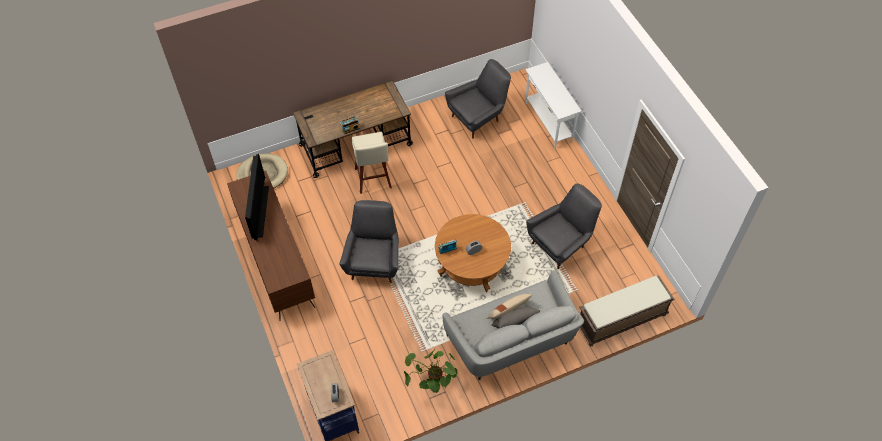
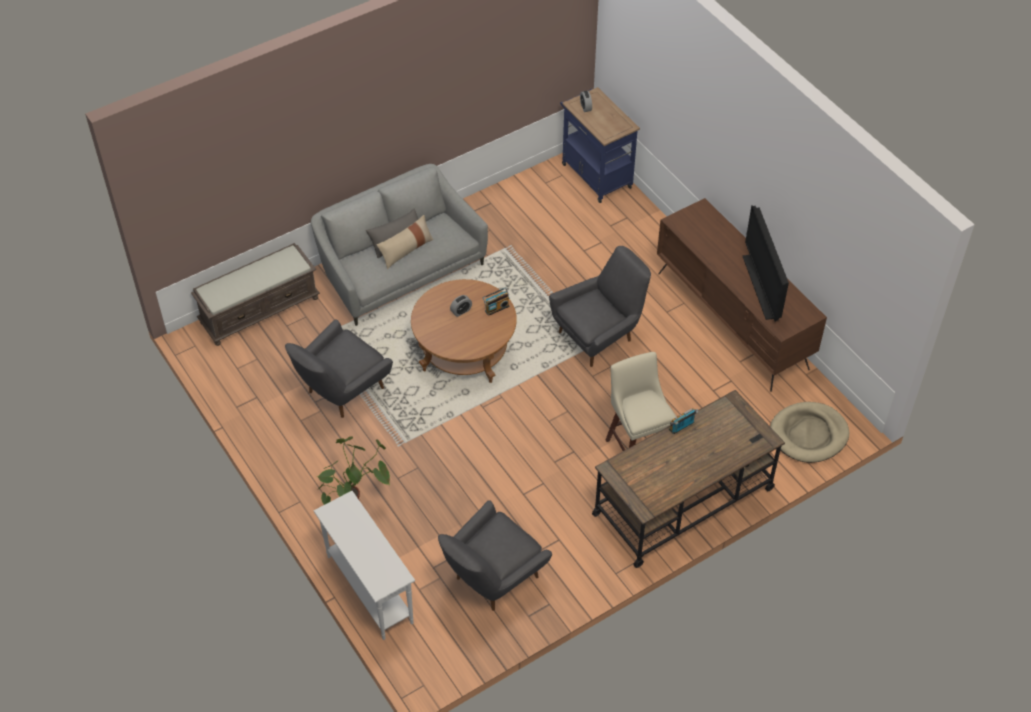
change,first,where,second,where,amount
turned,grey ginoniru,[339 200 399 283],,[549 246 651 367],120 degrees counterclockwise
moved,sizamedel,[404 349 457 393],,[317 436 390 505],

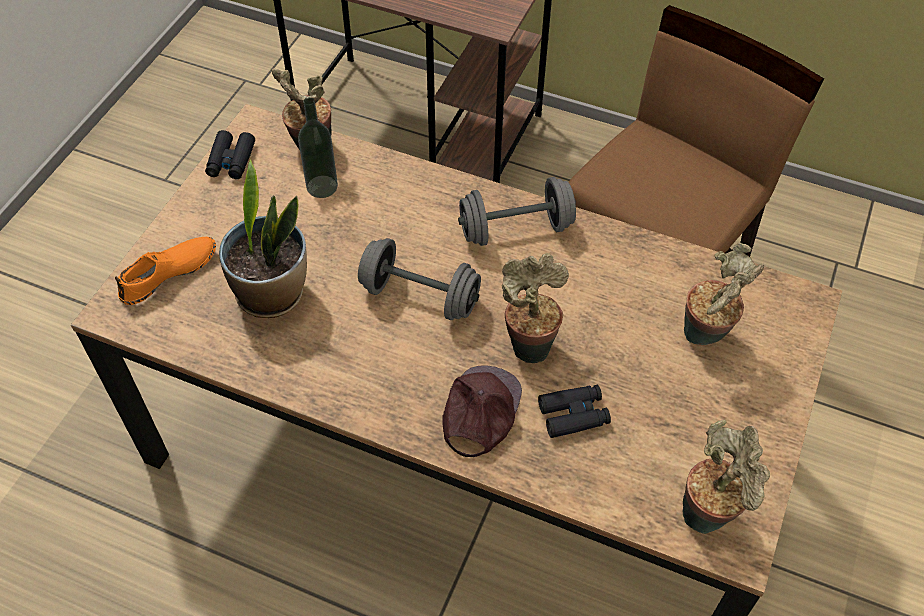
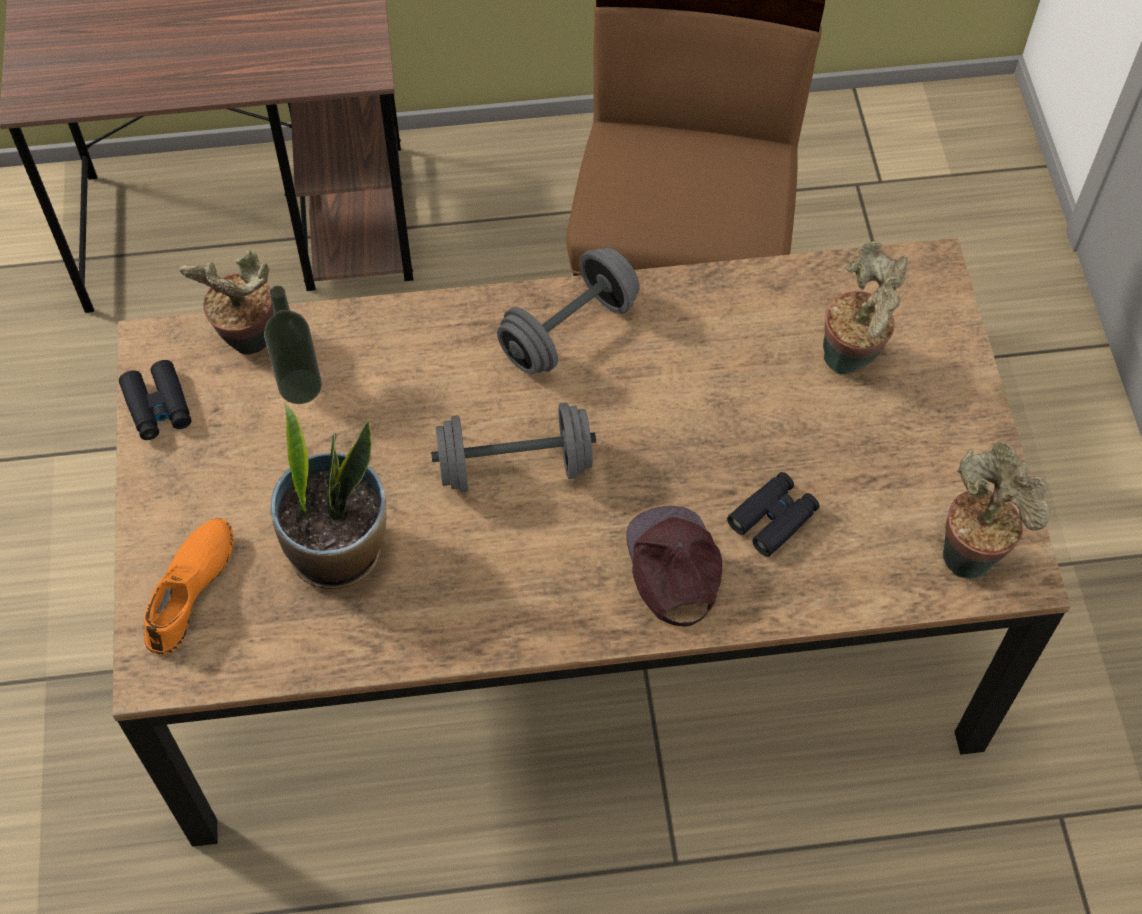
change,first,where,second,where,amount
removed,sizamedel,[502 253 569 363],,,

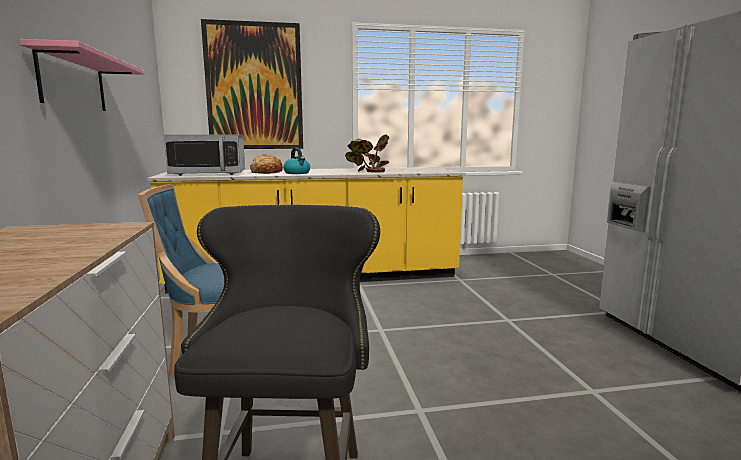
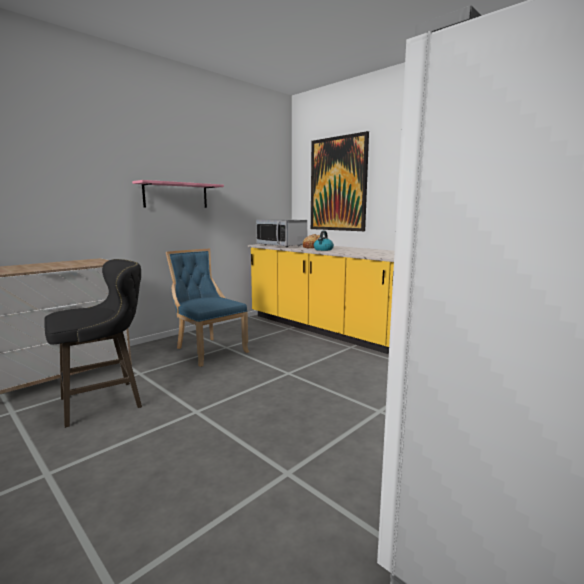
change,first,where,second,where,amount
removed,sizamedel,[345 135 389 173],,,

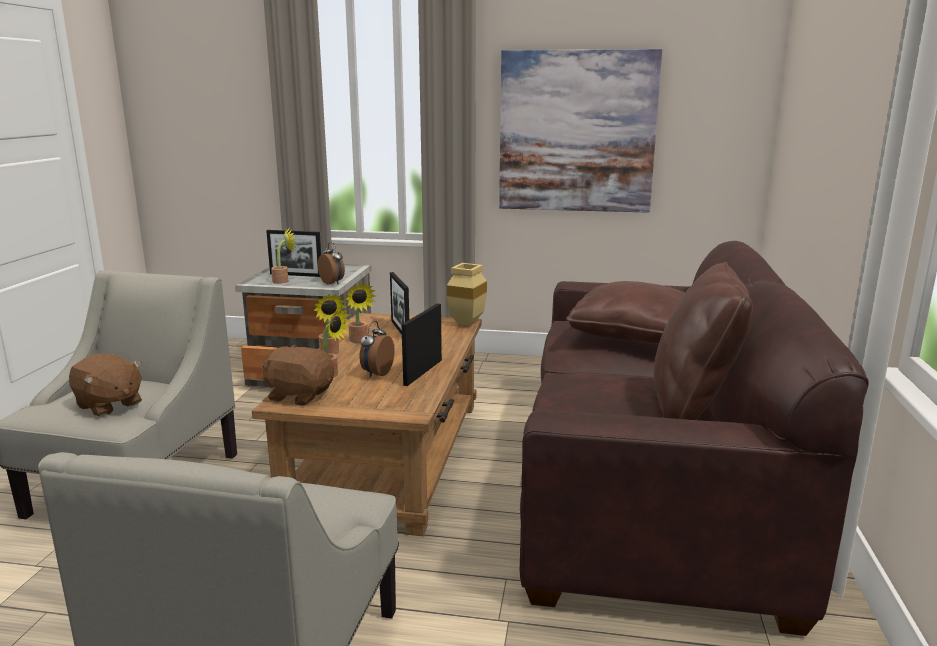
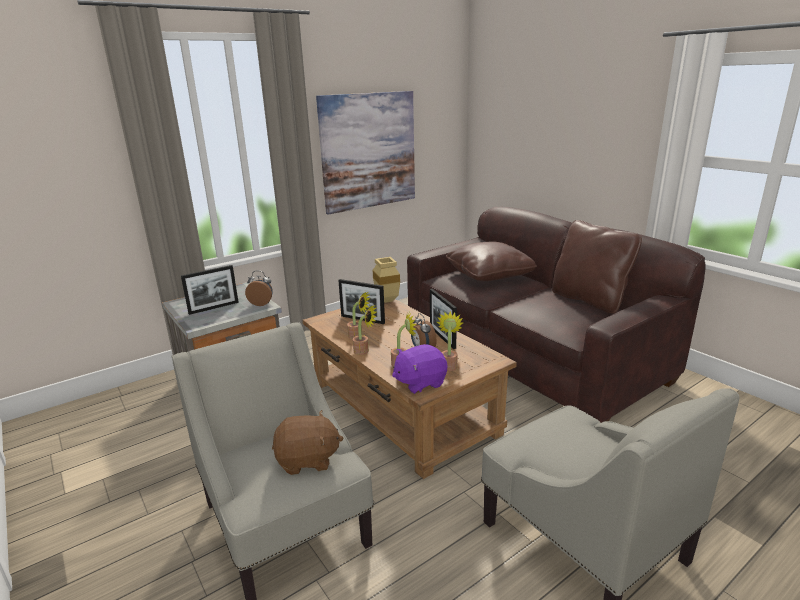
change,first,where,second,where,amount
recoloured,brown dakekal,[262 345 334 406],purple dakekal,[392 344 447 394],
moved,sizamedel,[271 229 296 284],,[437 311 463 371],

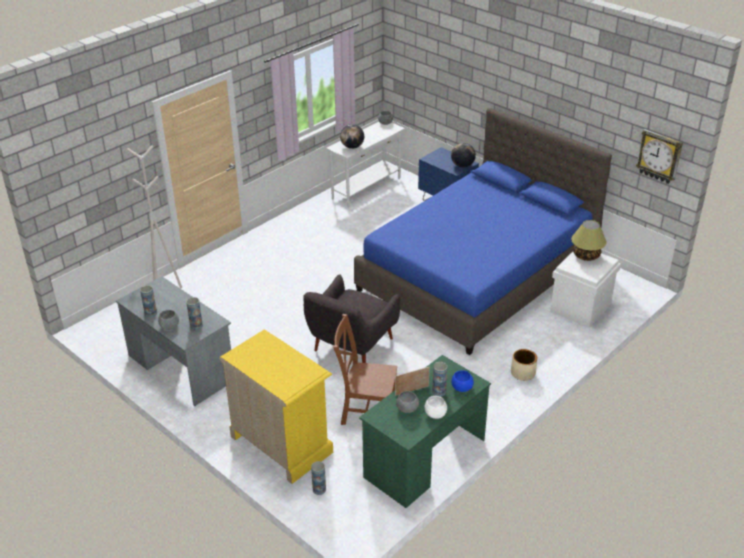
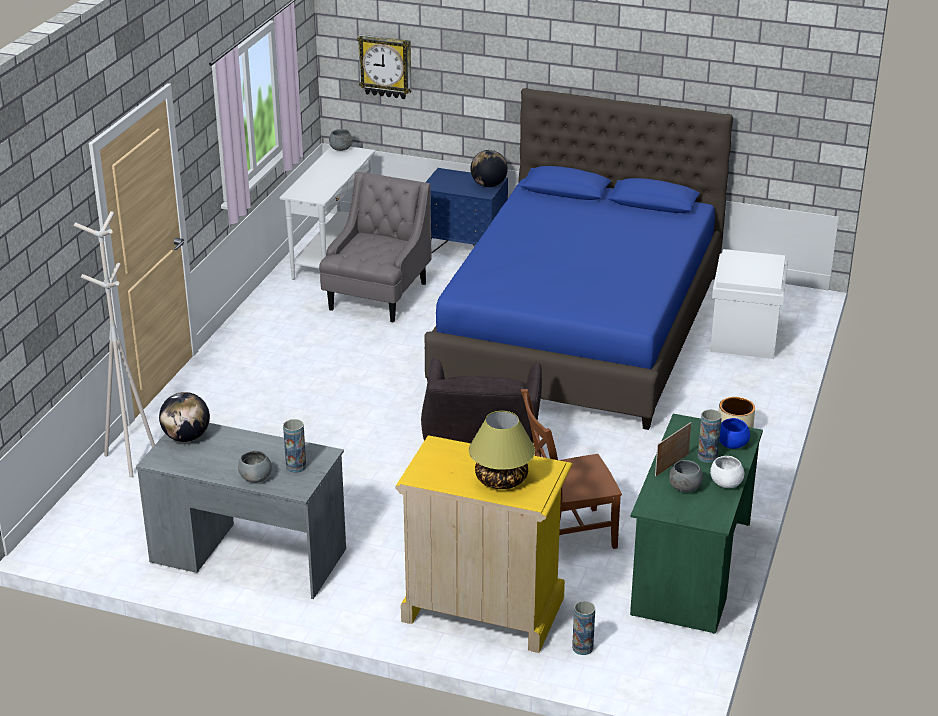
change,first,where,second,where,amount
removed,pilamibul,[140 285 157 318],,,
moved,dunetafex,[340 124 364 149],,[159 392 210 442],
moved,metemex,[571 220 606 261],,[469 411 535 489],
moved,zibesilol,[636 129 683 184],,[357 35 411 99],
added,,,grey ginoniru,[319 172 432 323],

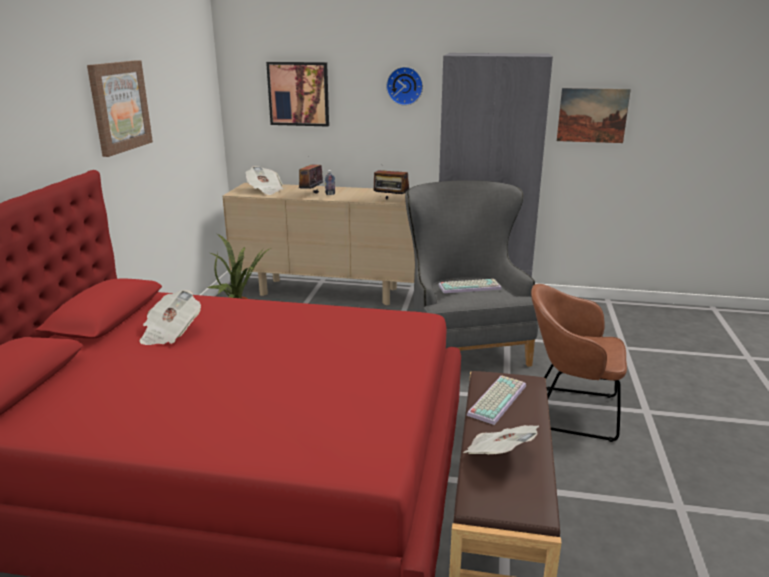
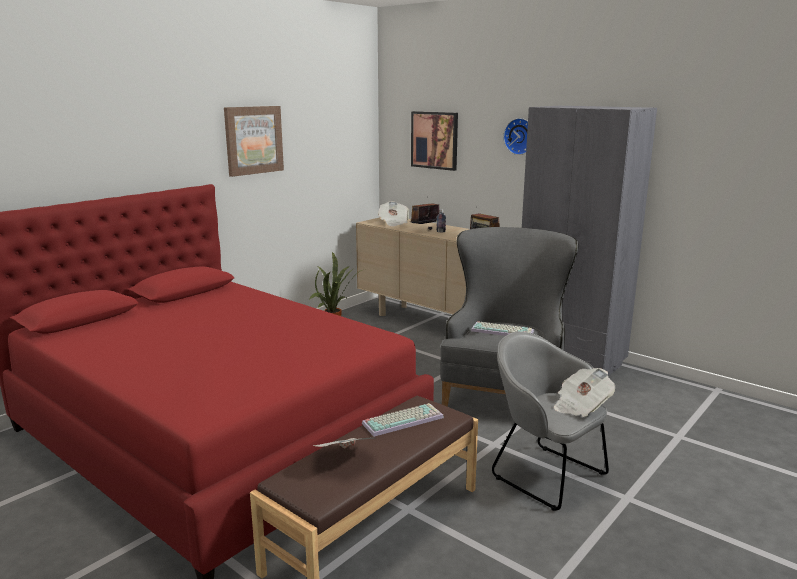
change,first,where,second,where,amount
moved,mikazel,[139 290 201 345],,[554 368 615 417],
recoloured,brown ginoniru,[531 284 627 442],grey ginoniru,[492 331 609 511],
removed,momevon,[557 88 631 143],,,

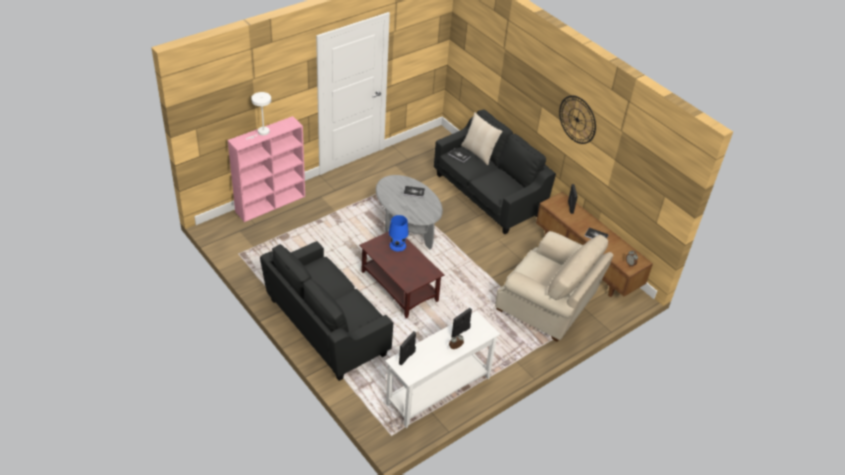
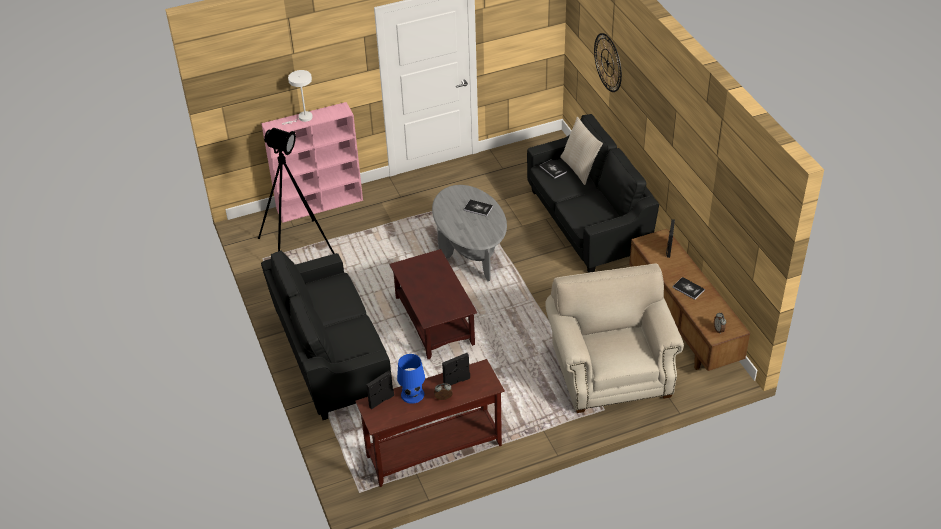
change,first,where,second,where,amount
recoloured,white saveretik,[385 311 500 428],brown saveretik,[355 359 505 487],
moved,blue metemex,[389 215 408 252],,[397 354 425 404],
turned,beige ginoniru,[495 231 613 342],,[545 263 684 413],150 degrees counterclockwise
moved,zibesilol,[559 95 596 144],,[594 33 622 92],
added,,,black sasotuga,[258 128 335 254],

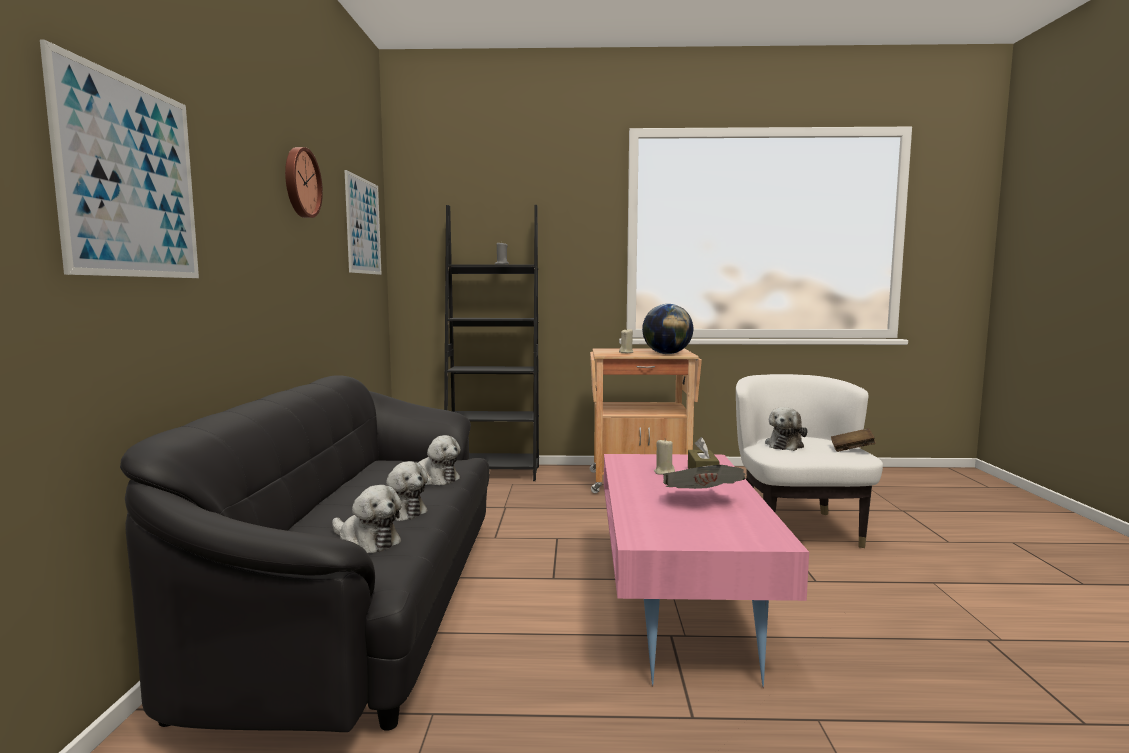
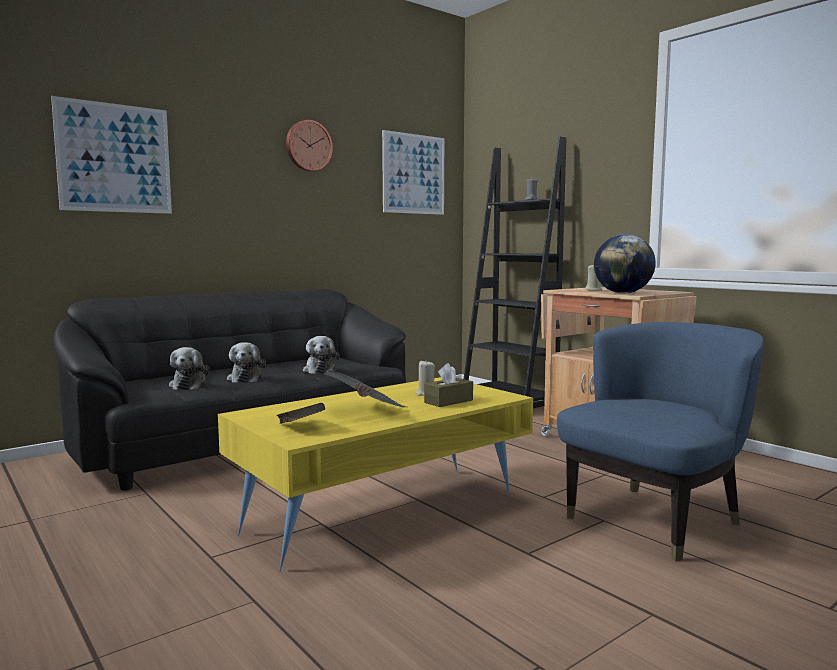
change,first,where,second,where,amount
recoloured,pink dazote,[604 454 809 688],yellow dazote,[218 377 533 571],
recoloured,white ginoniru,[736 374 883 548],blue ginoniru,[557 322 764 561],
removed,dakekal,[765 407 808 451],,,
moved,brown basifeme,[831 428 876 452],,[277 403 325 424],

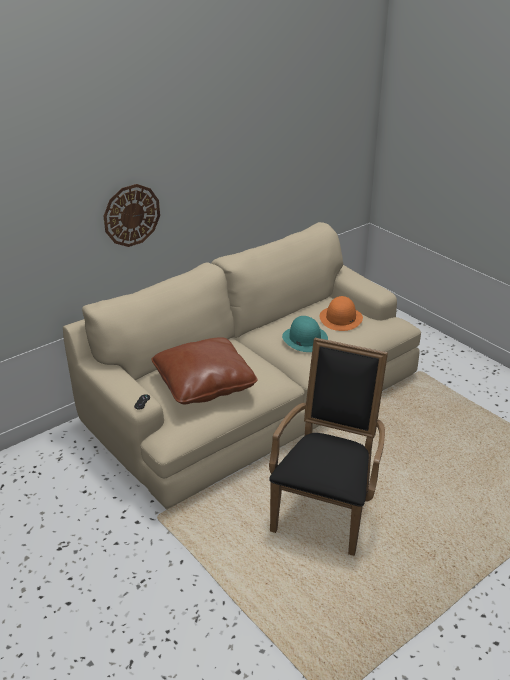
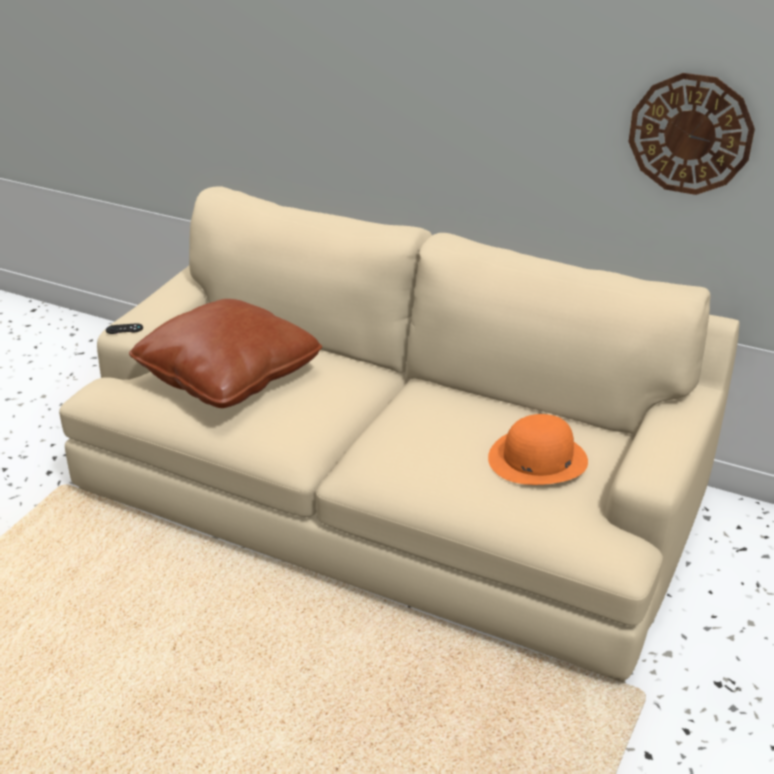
change,first,where,second,where,amount
moved,zibesilol,[103 184 160 247],,[629 73 755 195],
removed,black ginoniru,[269 338 388 556],,,
removed,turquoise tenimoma,[282 316 328 352],,,

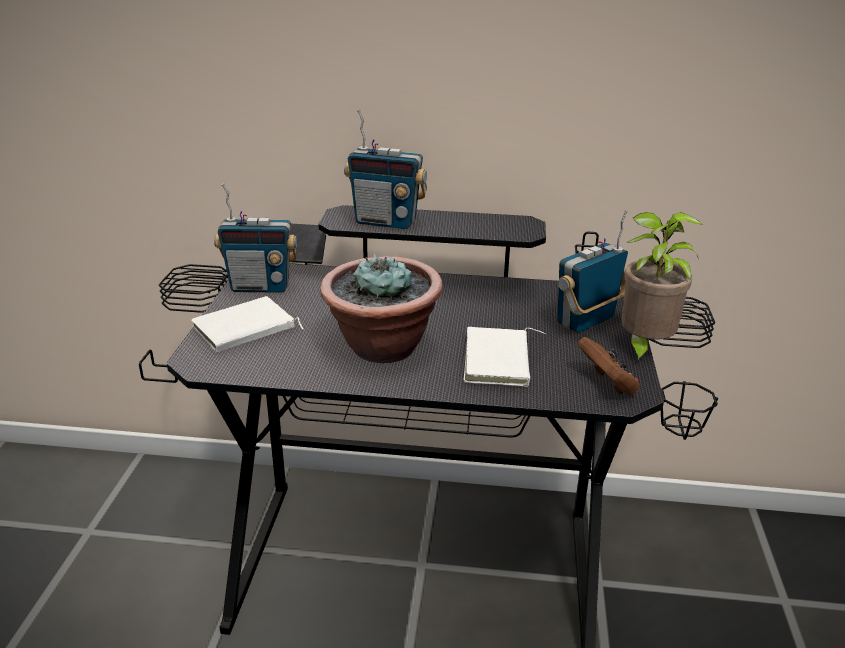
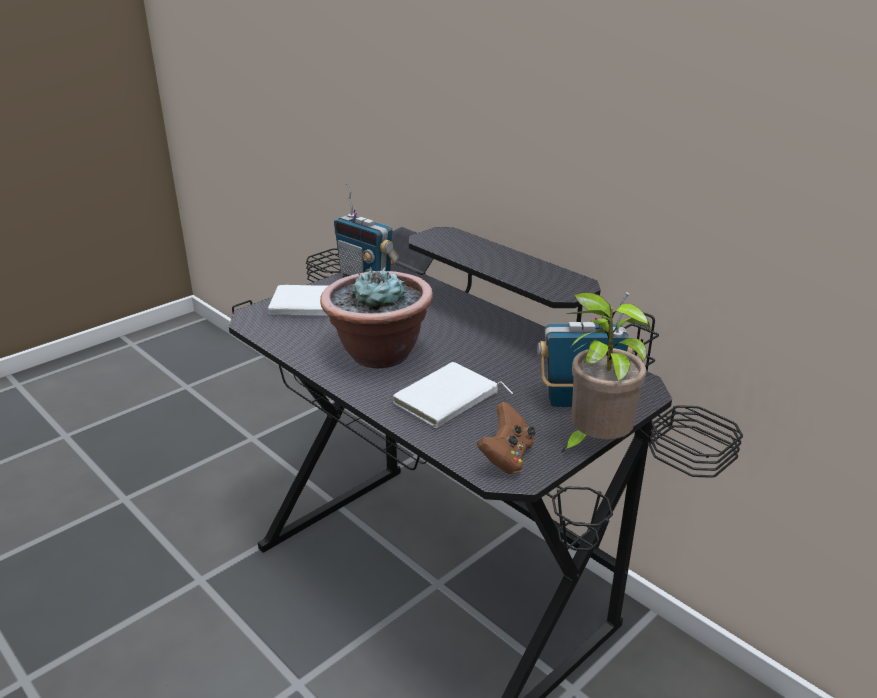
change,first,where,second,where,amount
removed,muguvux,[344 109 427 229],,,

